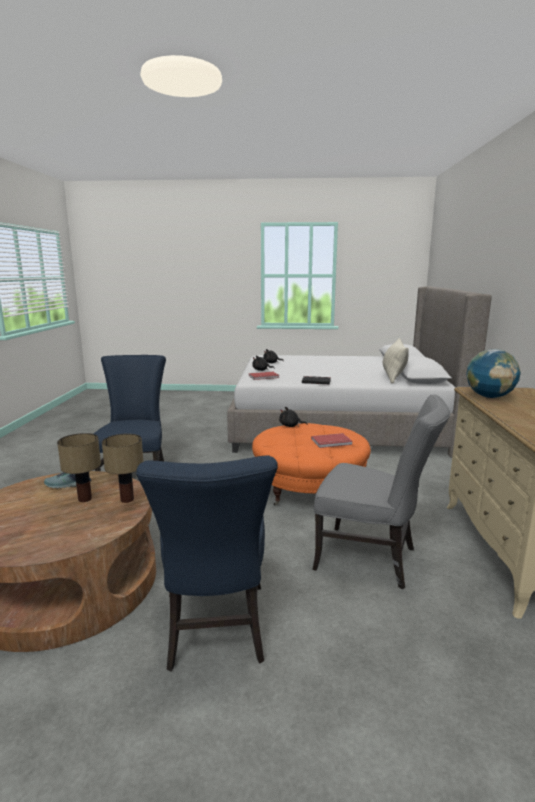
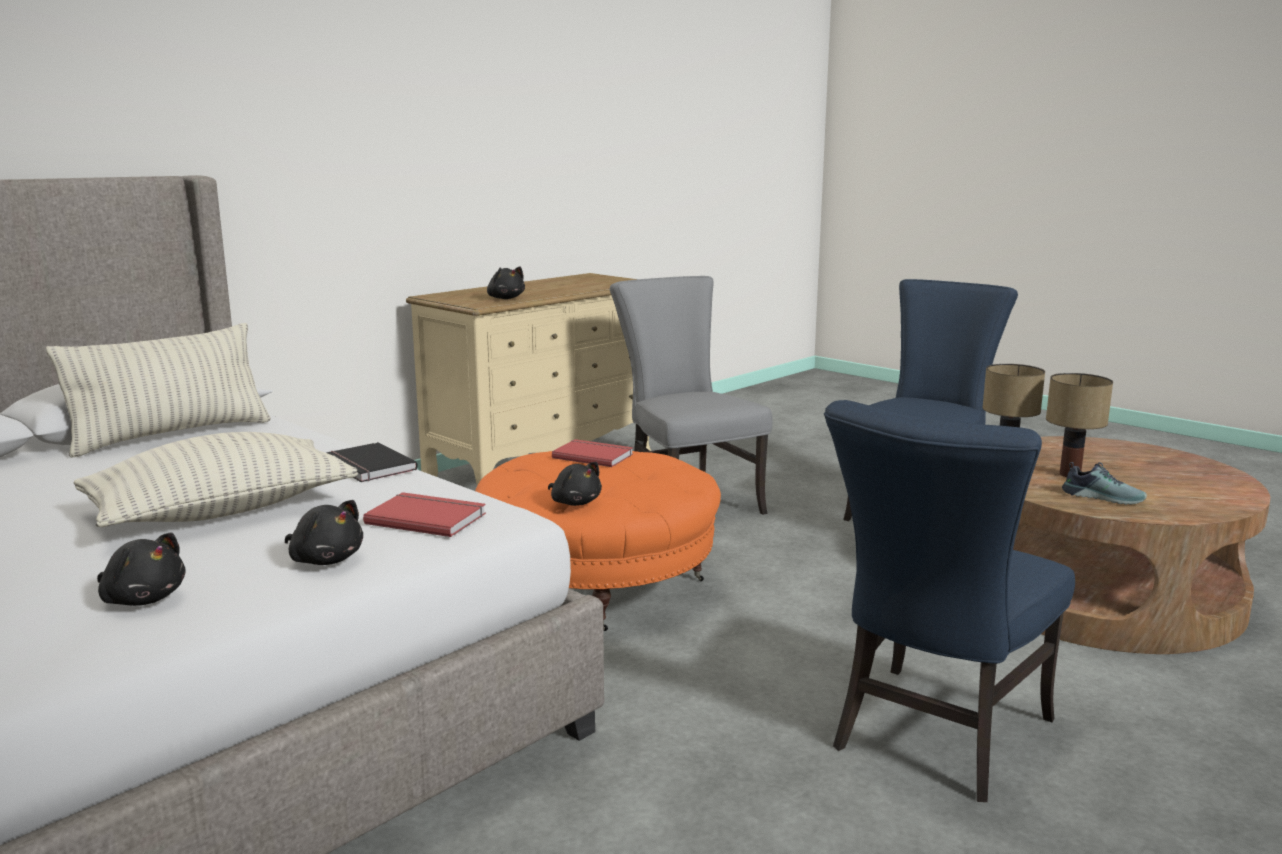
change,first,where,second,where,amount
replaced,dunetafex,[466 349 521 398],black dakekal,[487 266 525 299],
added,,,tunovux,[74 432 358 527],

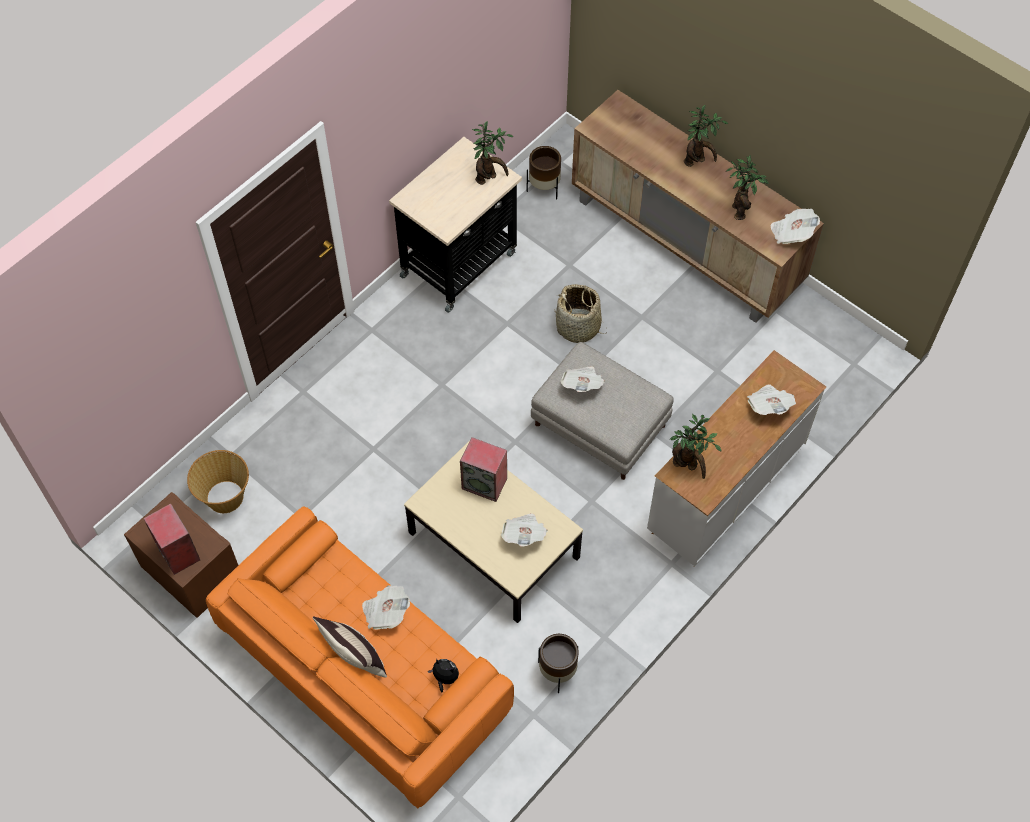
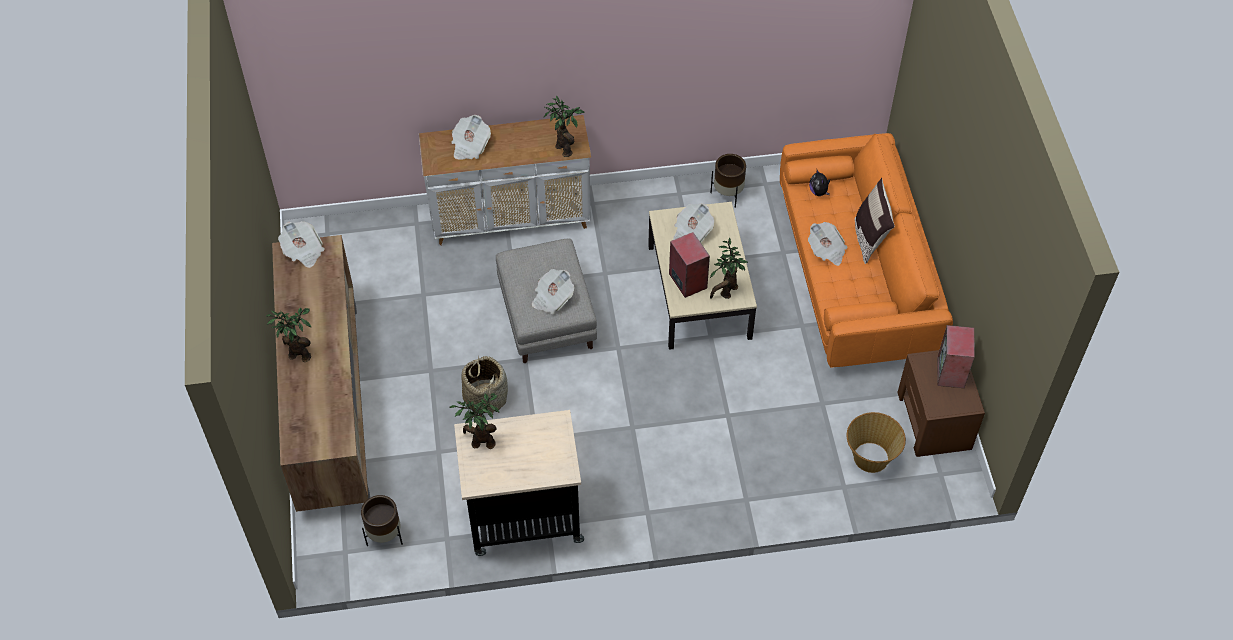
change,first,where,second,where,amount
moved,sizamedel,[726 155 769 220],,[710 238 748 299],

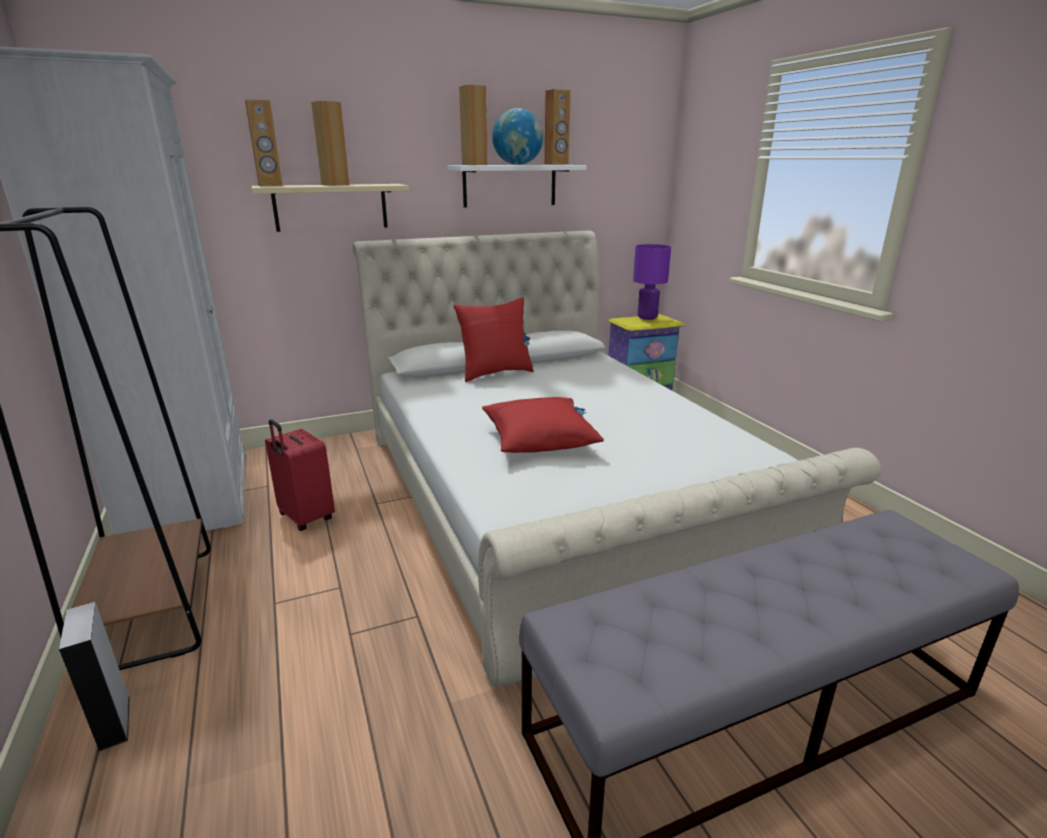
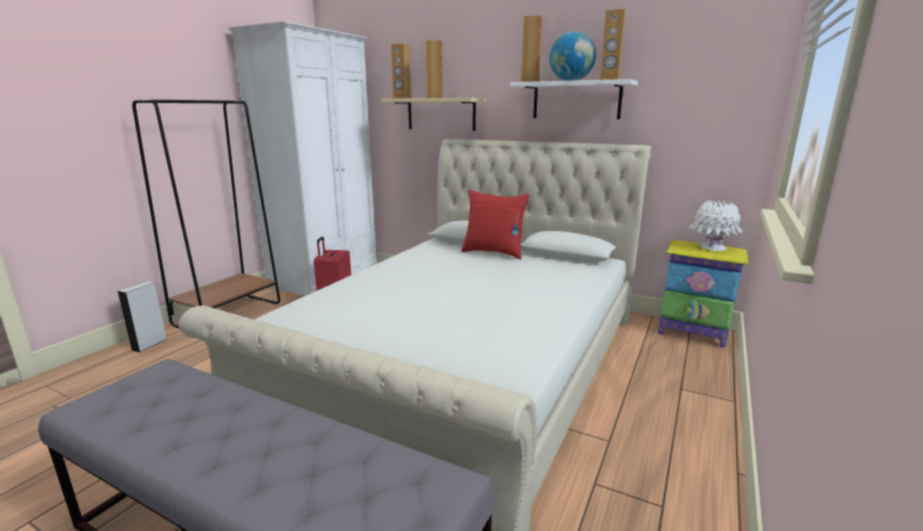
change,first,where,second,where,amount
removed,red tunovux,[482 397 604 453],,,
replaced,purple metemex,[633 244 671 320],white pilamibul,[689 200 743 251],

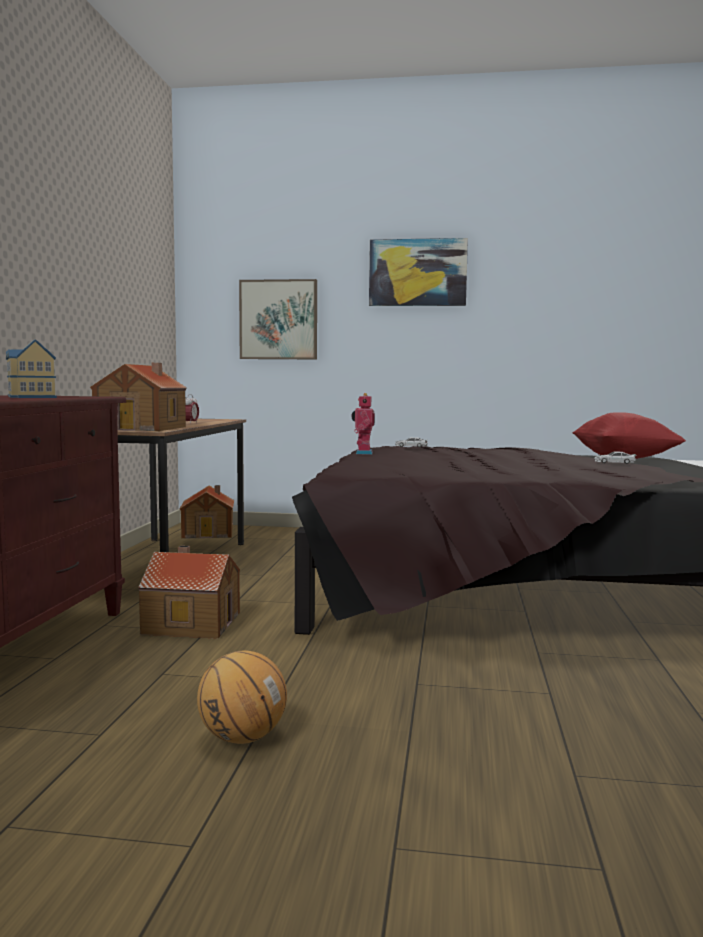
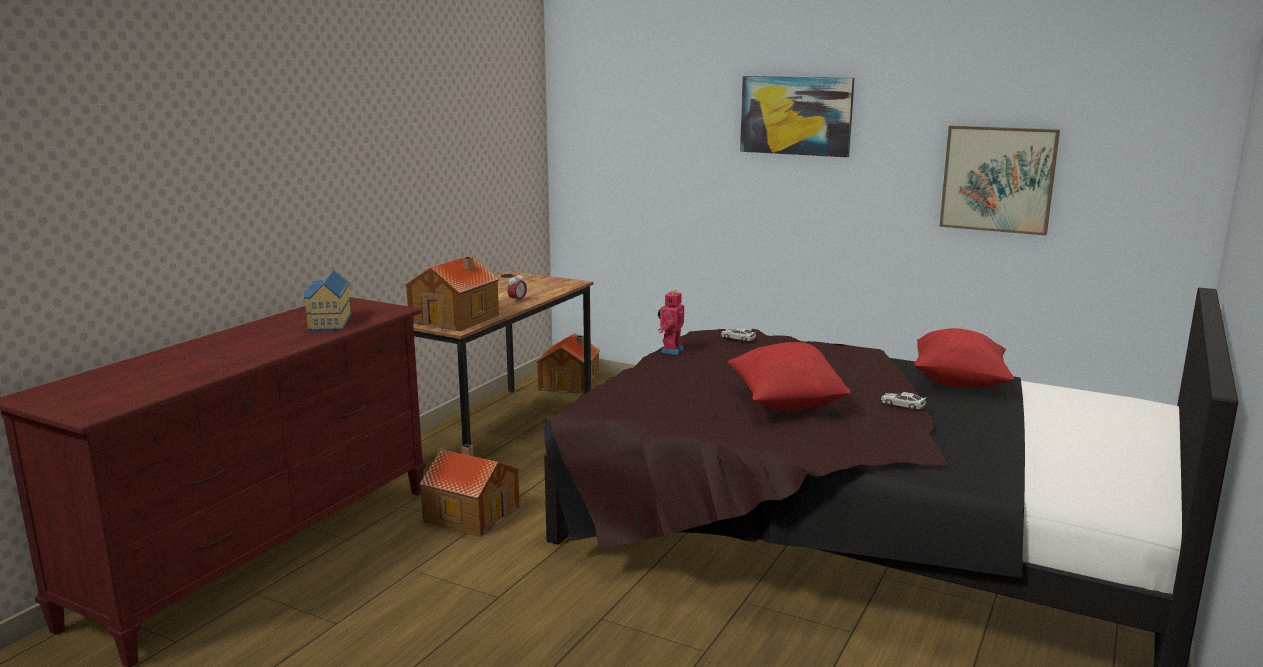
change,first,where,second,where,amount
removed,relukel,[197 651 287 744],,,
moved,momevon,[239 279 317 359],,[939 125 1060 235],
added,,,red tunovux,[727 342 851 411],

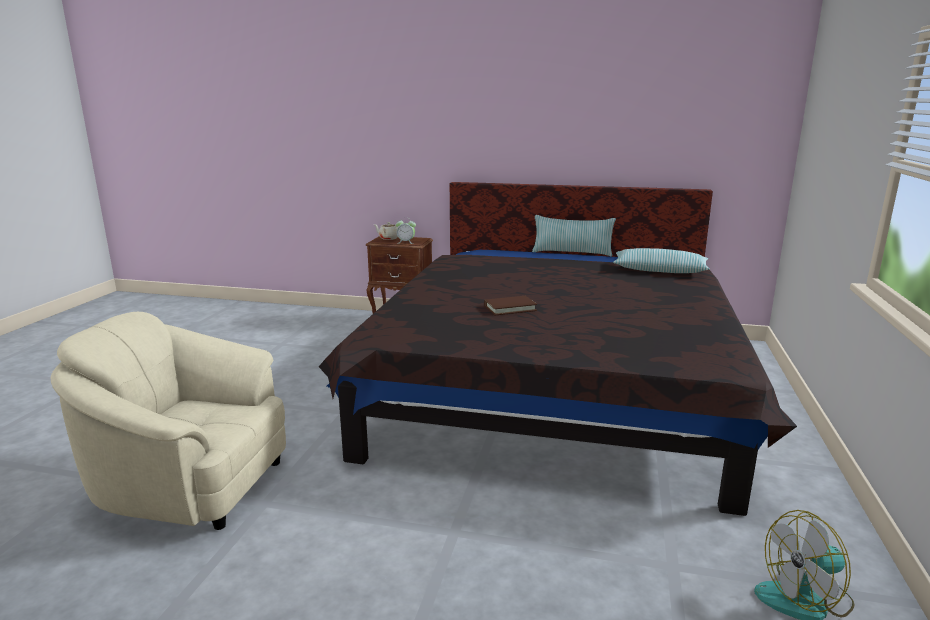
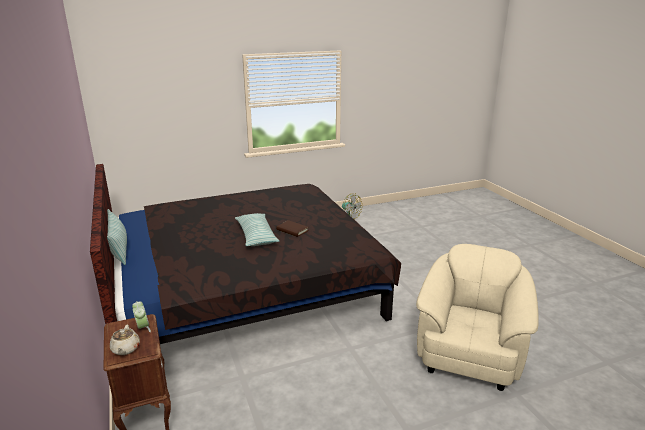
change,first,where,second,where,amount
turned,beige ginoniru,[51 312 286 530],,[416 244 539 391],135 degrees counterclockwise
moved,tunovux,[613 248 709 273],,[235 213 279 246],

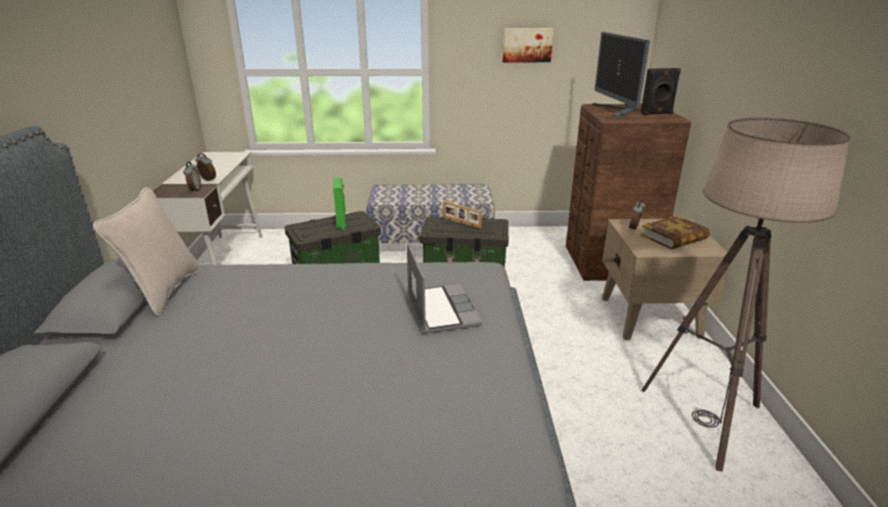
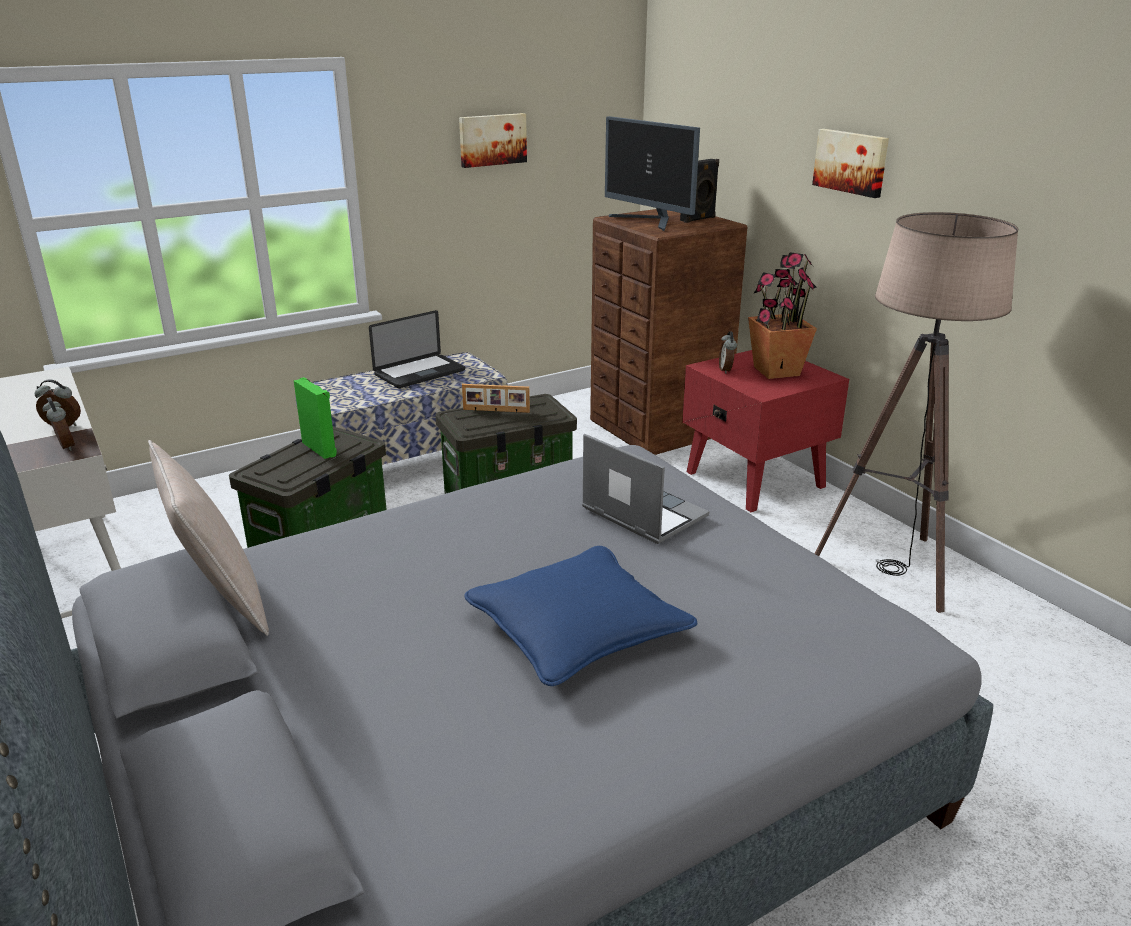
change,first,where,second,where,amount
recoloured,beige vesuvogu,[602 218 730 340],red vesuvogu,[682 350 849 512],
replaced,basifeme,[641 215 710 249],sizamedel,[748 252 817 379],
added,,,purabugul,[369 310 465 388],
added,,,blue tunovux,[464 546 697 686],
added,,,momevon,[812 129 889 198],

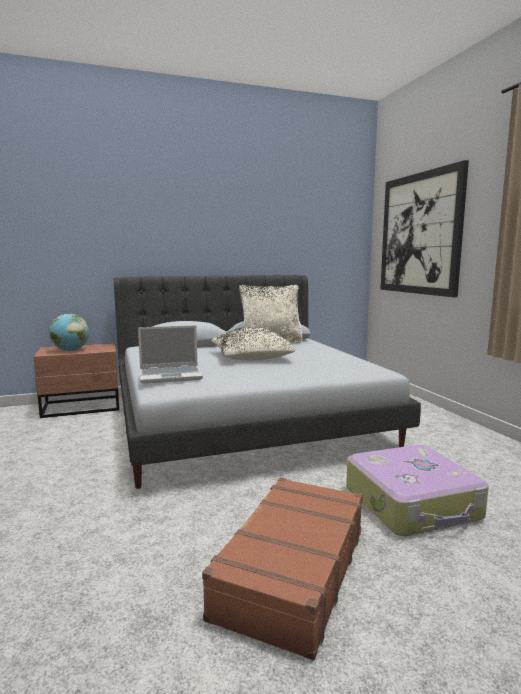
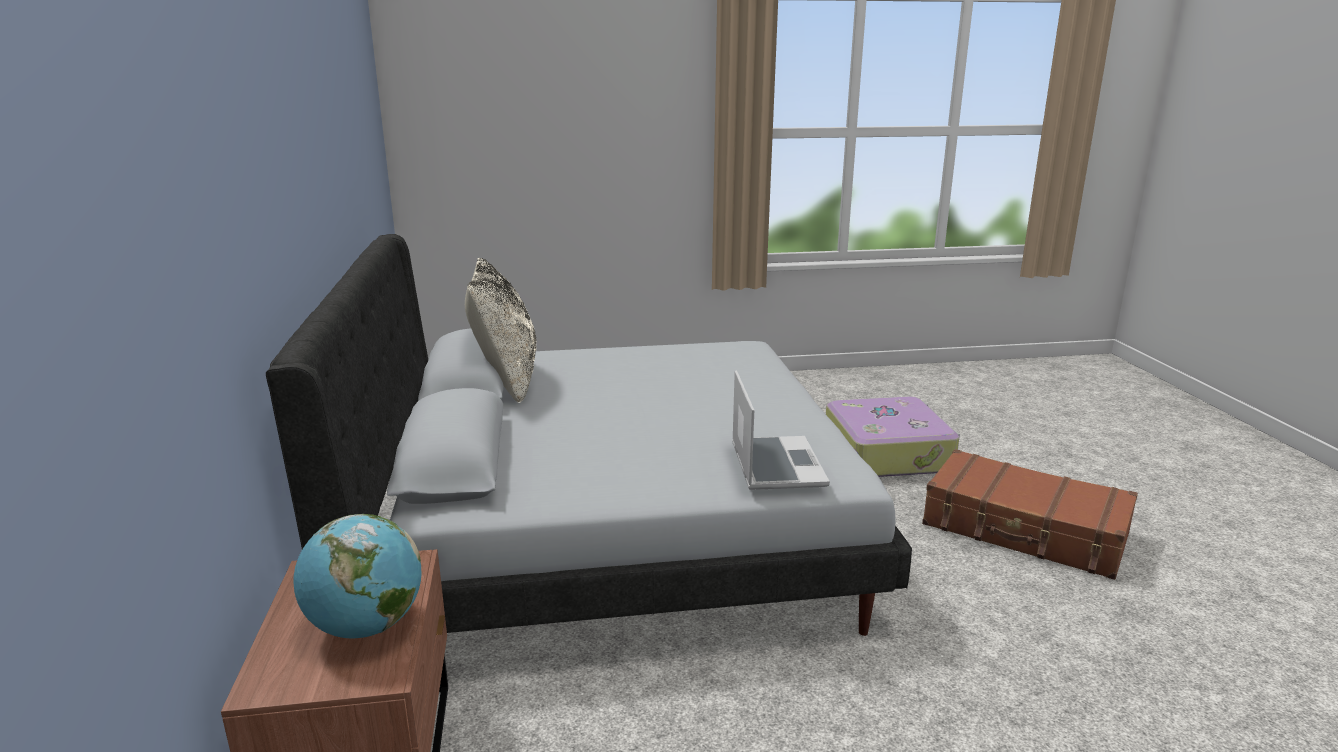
change,first,where,second,where,amount
removed,beige tunovux,[212 327 296 360],,,
removed,momevon,[380 160 469 297],,,

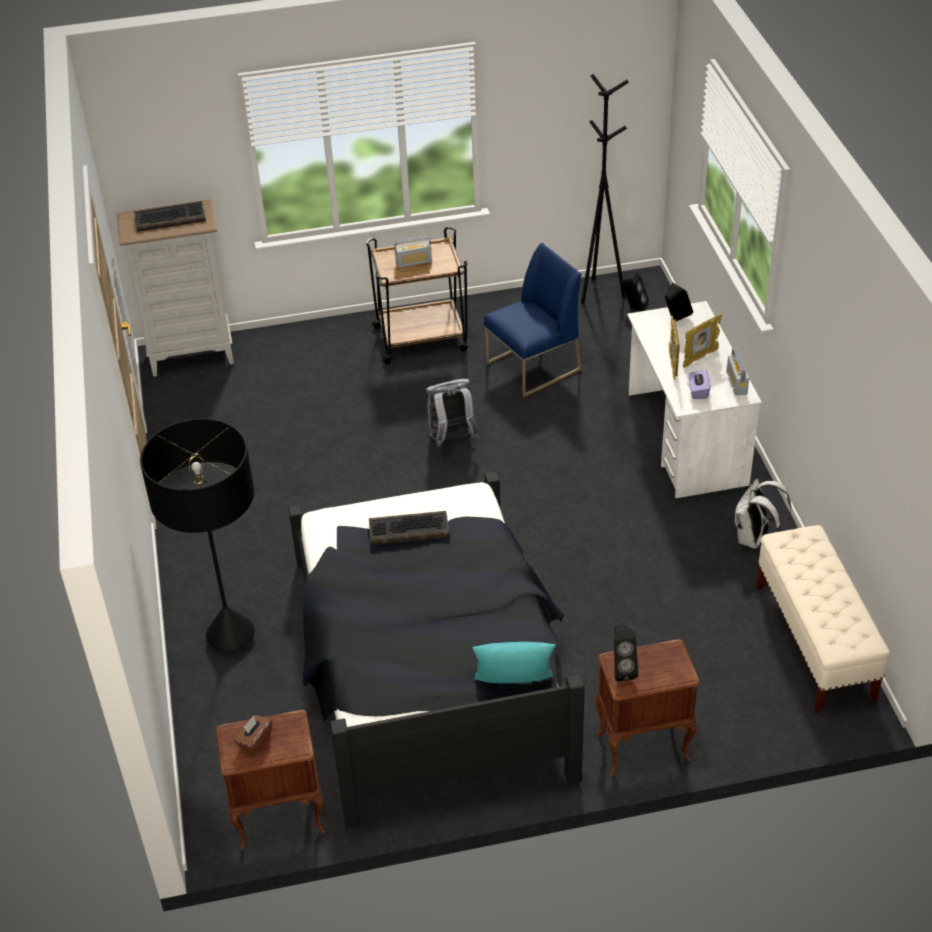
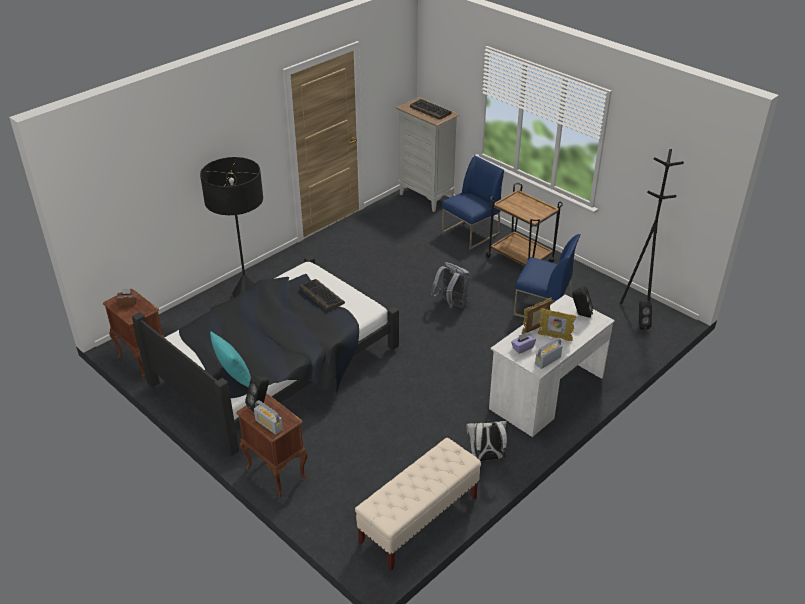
change,first,where,second,where,amount
moved,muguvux,[395 236 432 268],,[254 400 283 435],
added,,,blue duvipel,[442 155 504 250],

